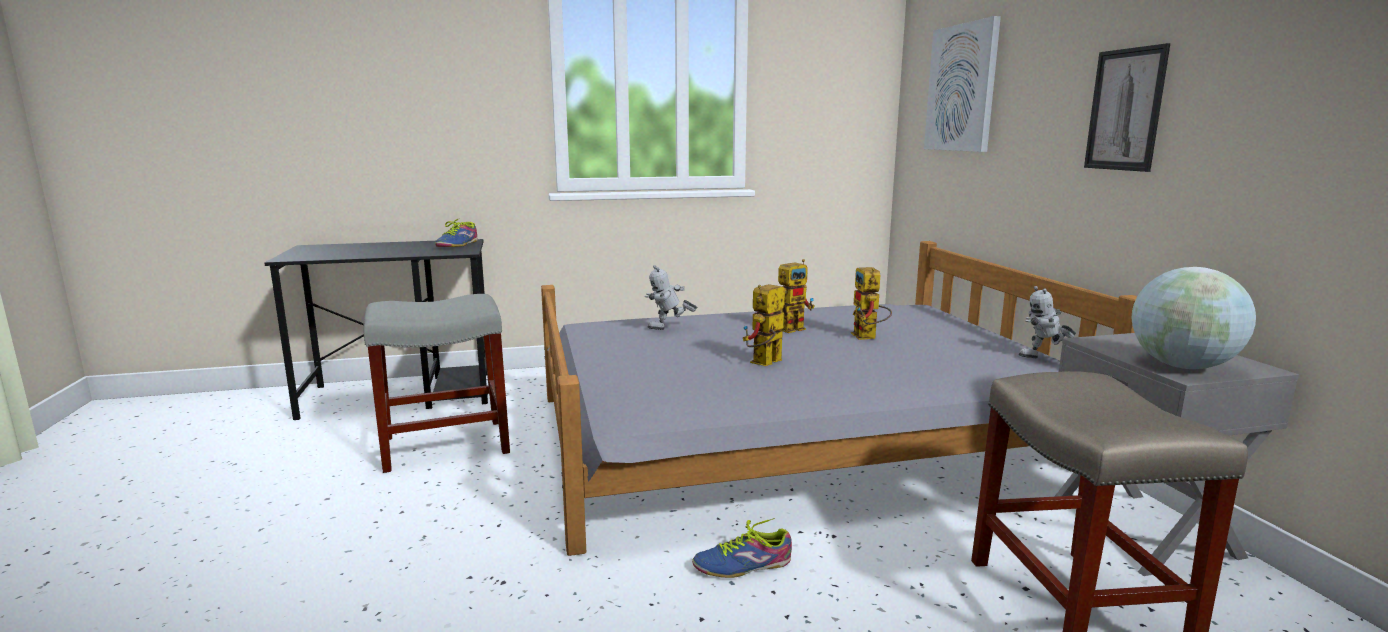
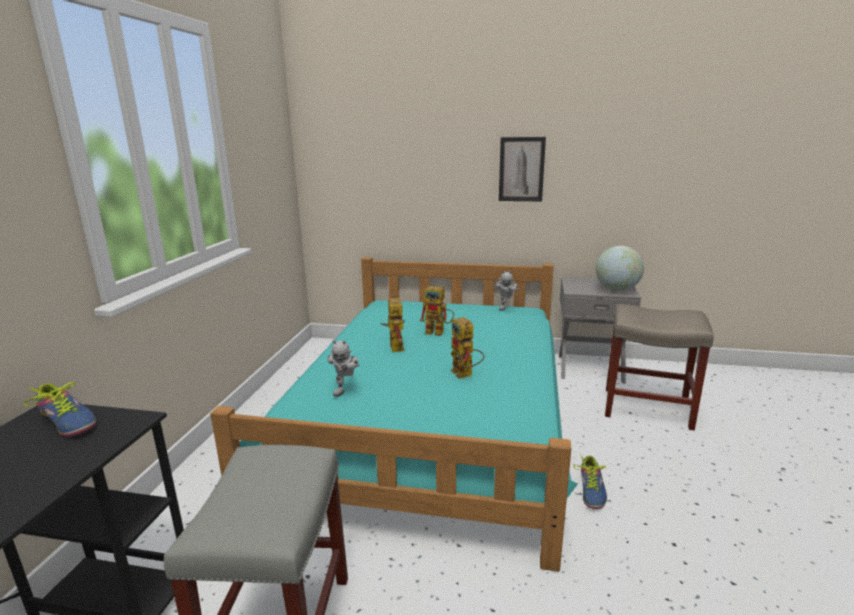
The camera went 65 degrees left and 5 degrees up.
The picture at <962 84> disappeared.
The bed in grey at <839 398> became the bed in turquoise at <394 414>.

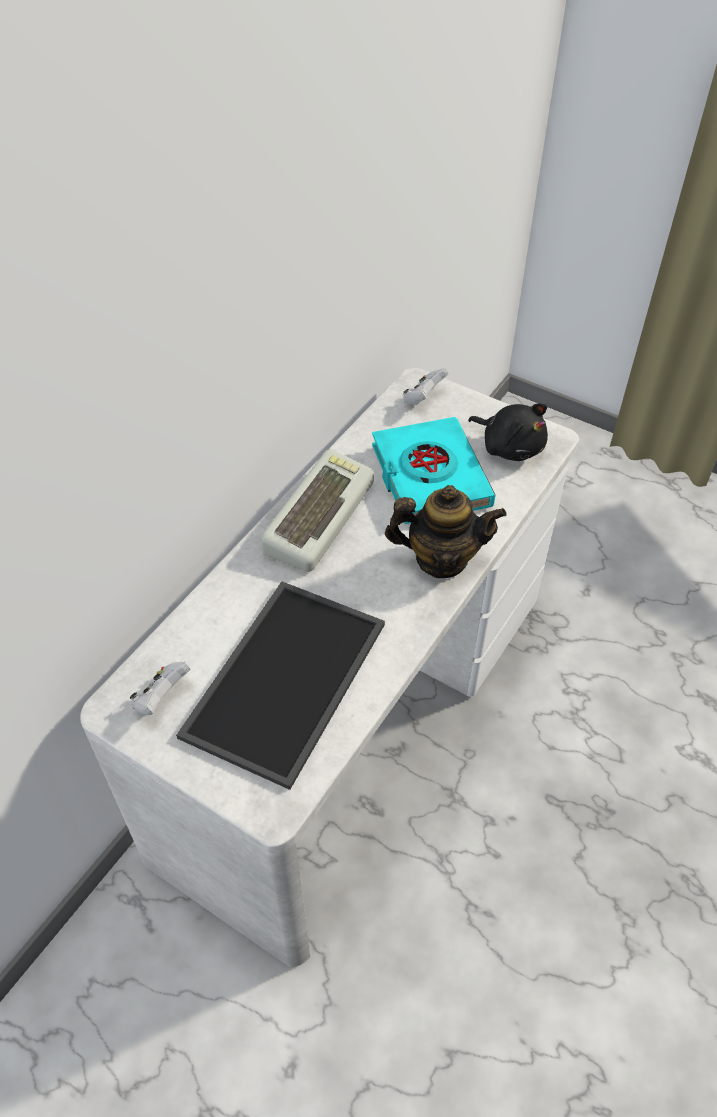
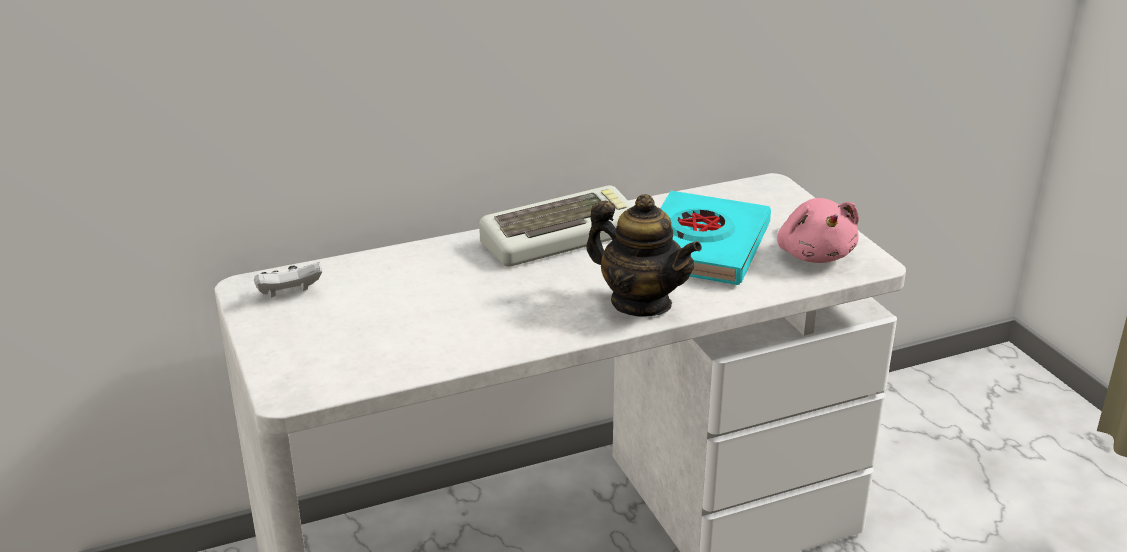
The camera went 35 degrees right and 20 degrees down.
The tray at <280 685> disappeared.
The game controller in white at <425 386> disappeared.
The plush toy in black at <508 432> became the plush toy in pink at <818 230>.

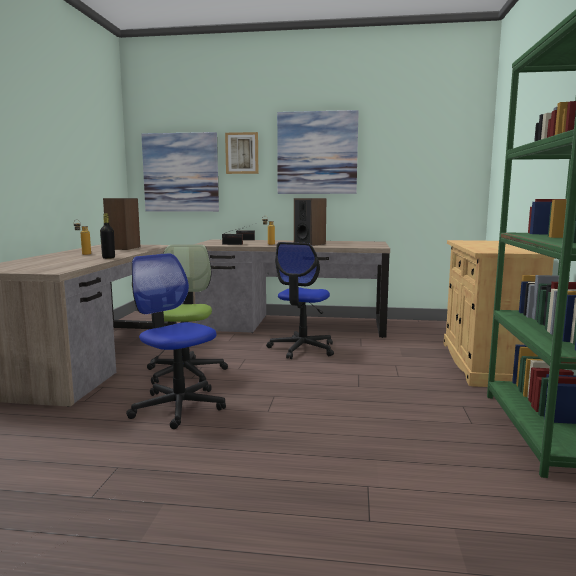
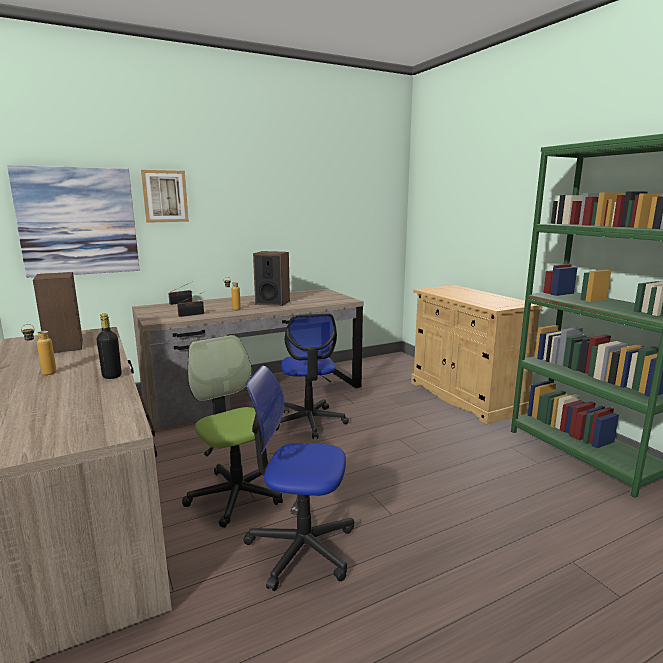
The camera went 35 degrees left and 5 degrees up.
The picture at <318 152> disappeared.

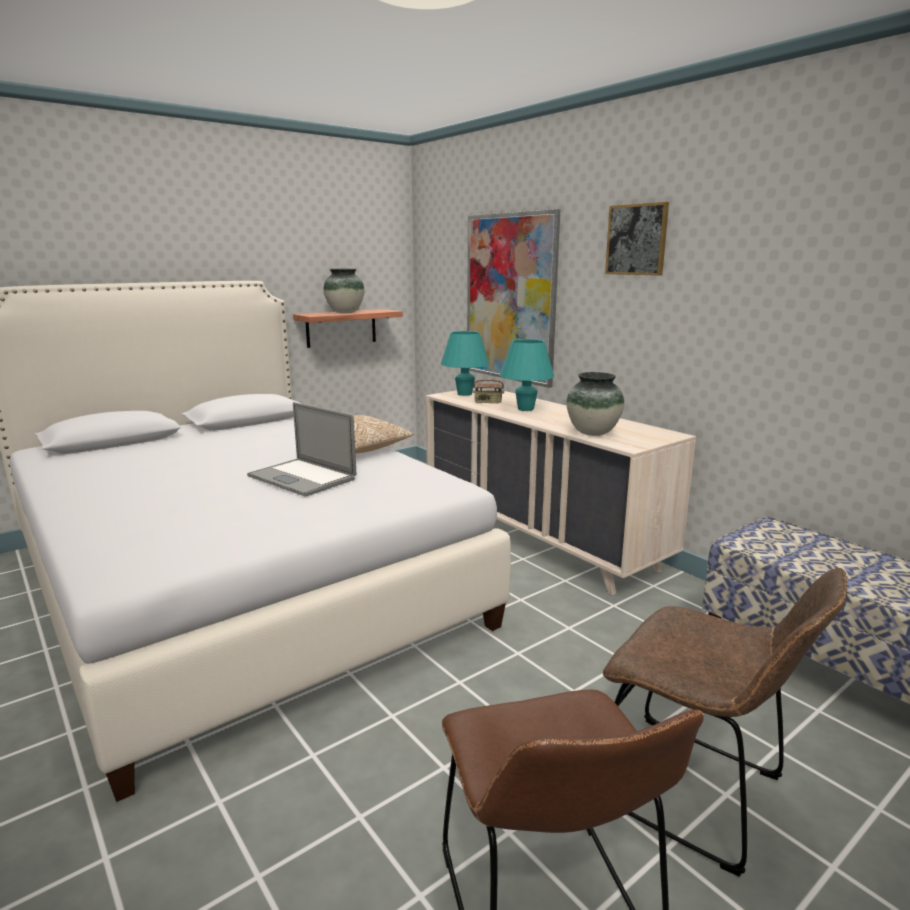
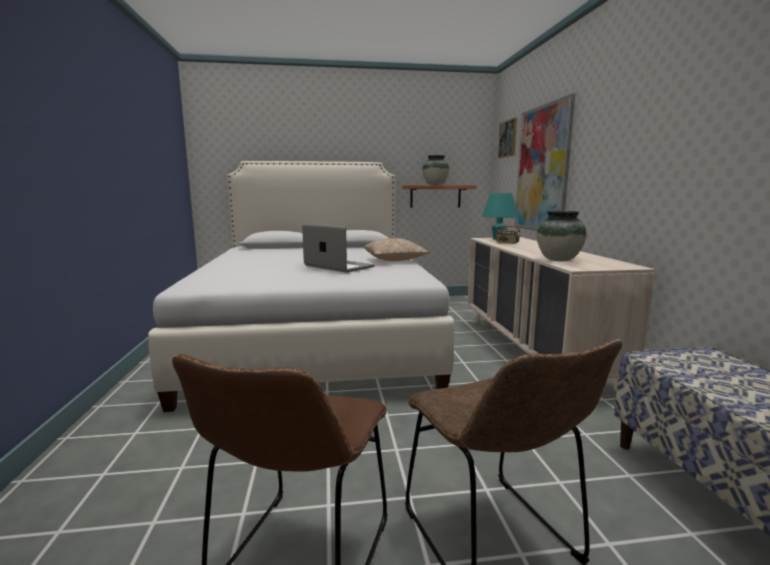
The camera went 30 degrees right and 5 degrees down.
The table lamp in turquoise at <527 375> disappeared.
The picture moved from <637 239> to <507 138>.
The laptop at <301 449> turned 150 degrees clockwise.

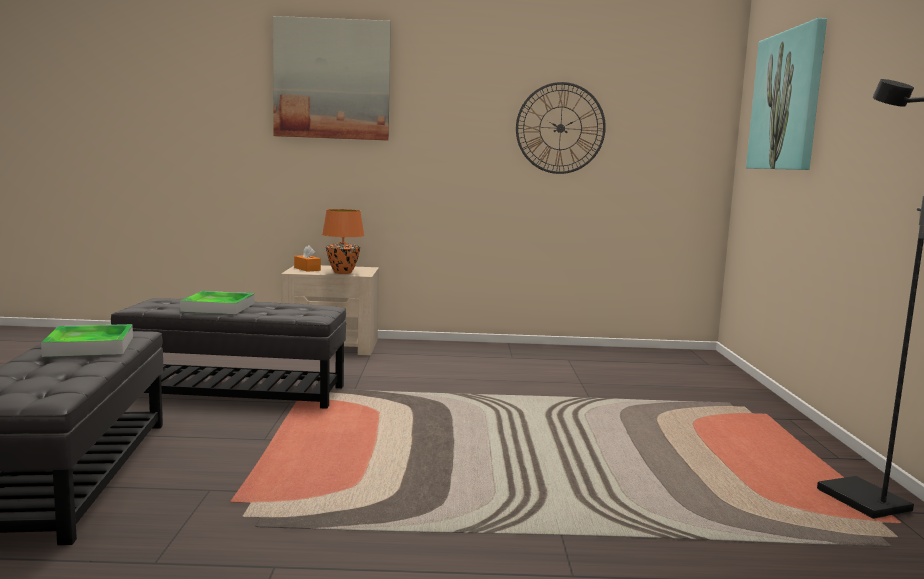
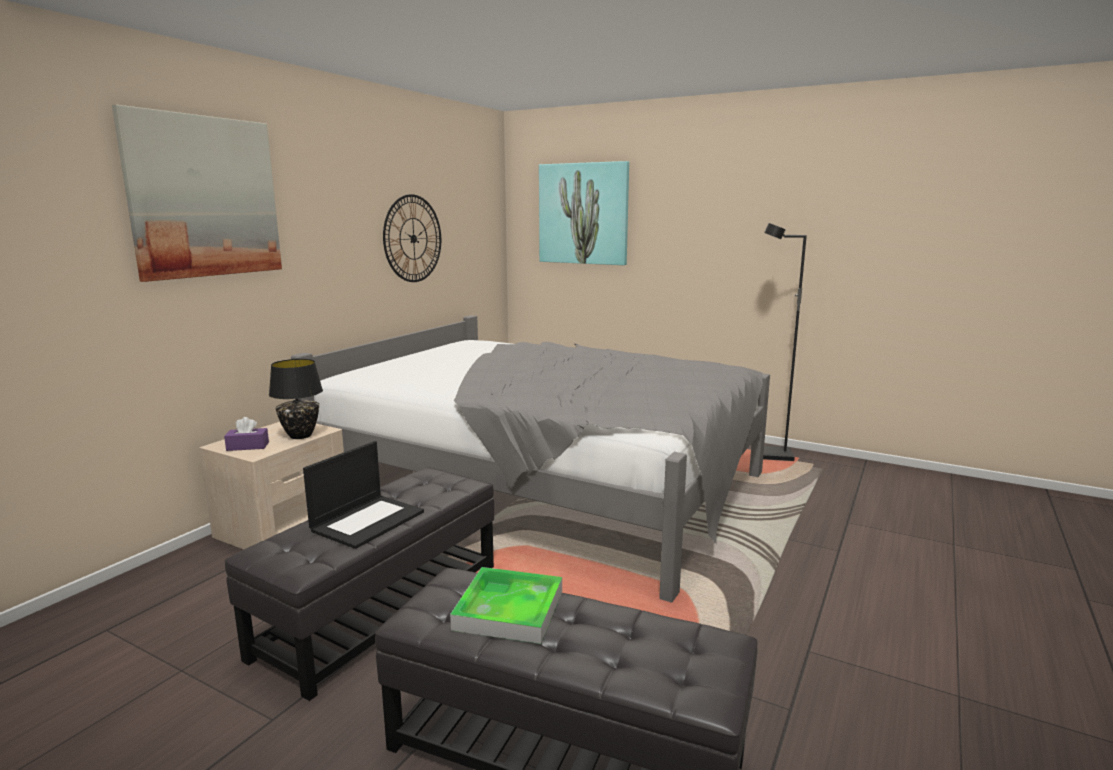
The camera went 60 degrees left and 5 degrees up.
The bed in grey at <530 459> appeared.
The tray at <217 302> was replaced by the laptop at <363 495>.
The tissue box in orange at <307 258> became the tissue box in purple at <246 434>.
The table lamp in orange at <343 241> became the table lamp in black at <296 399>.

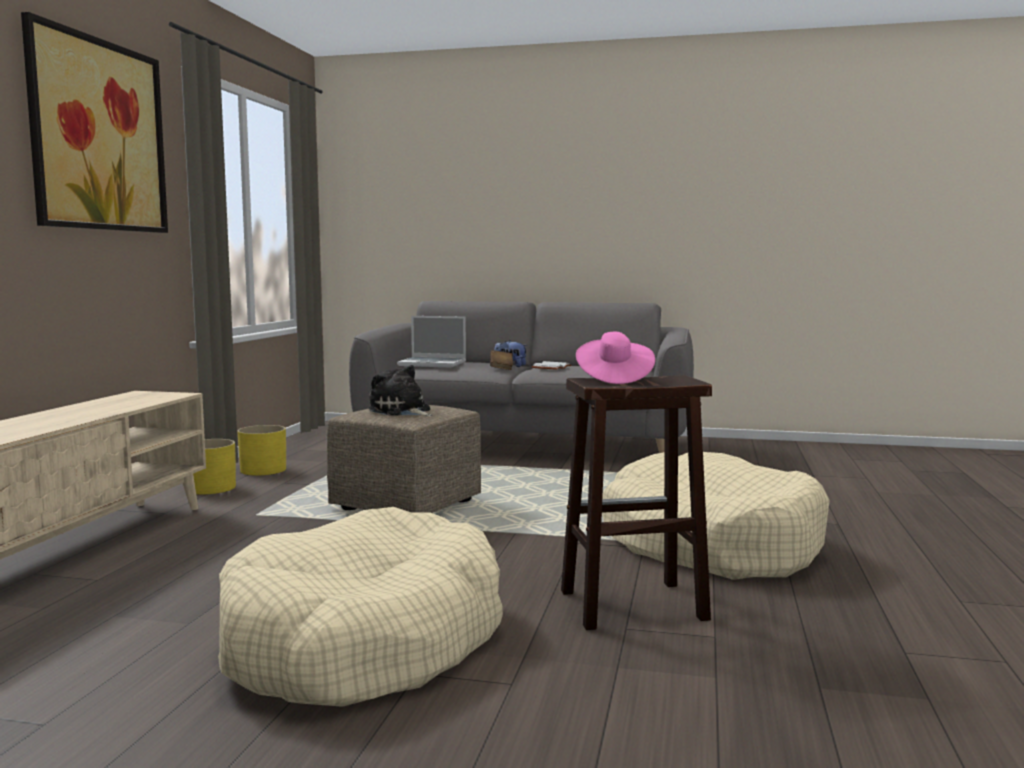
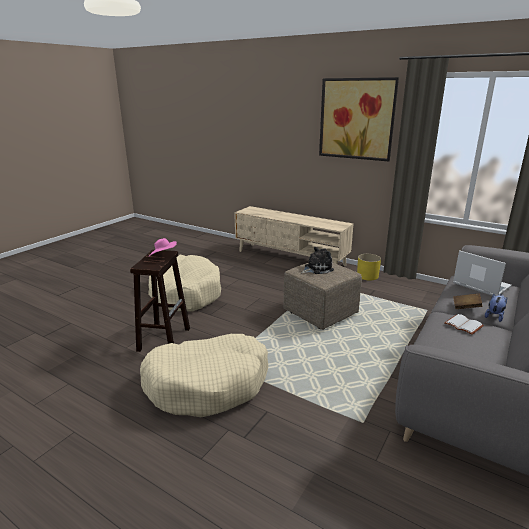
The camera went 110 degrees right and 15 degrees up.
The planter in yellow at <262 450> disappeared.
The laptop at <431 342> turned 105 degrees clockwise.

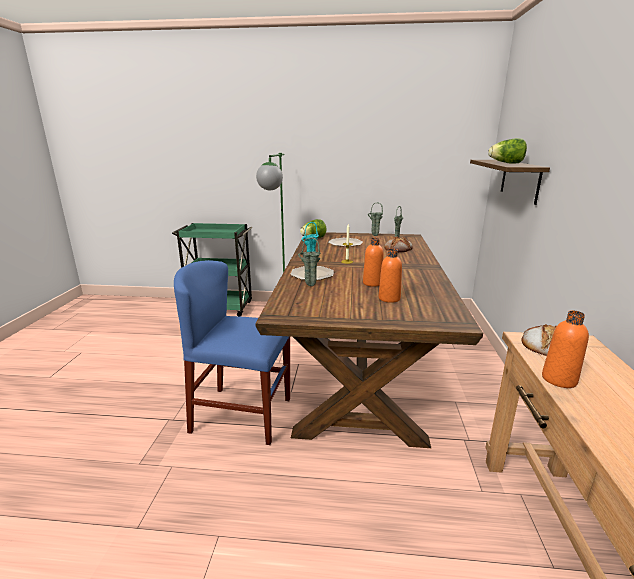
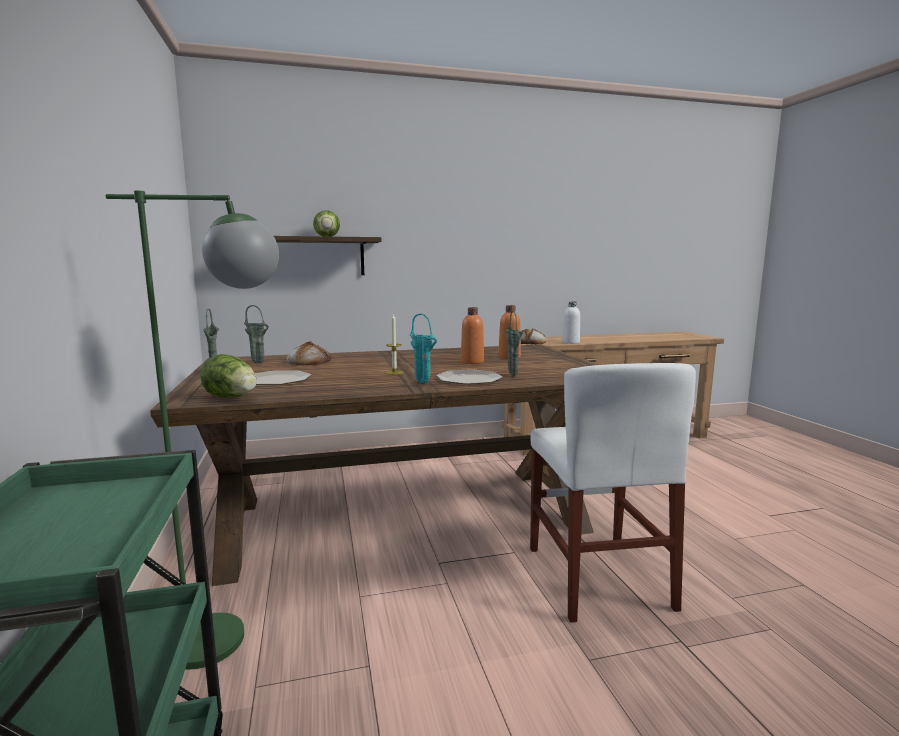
The camera went 110 degrees left and 10 degrees down.
The chair in blue at <232 352> became the chair in white at <613 493>.
The bottle in orange at <565 349> became the bottle in white at <571 322>.

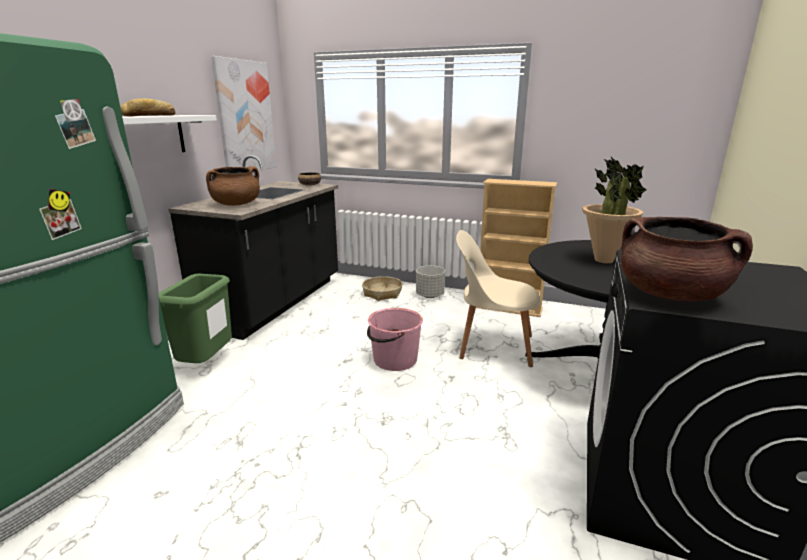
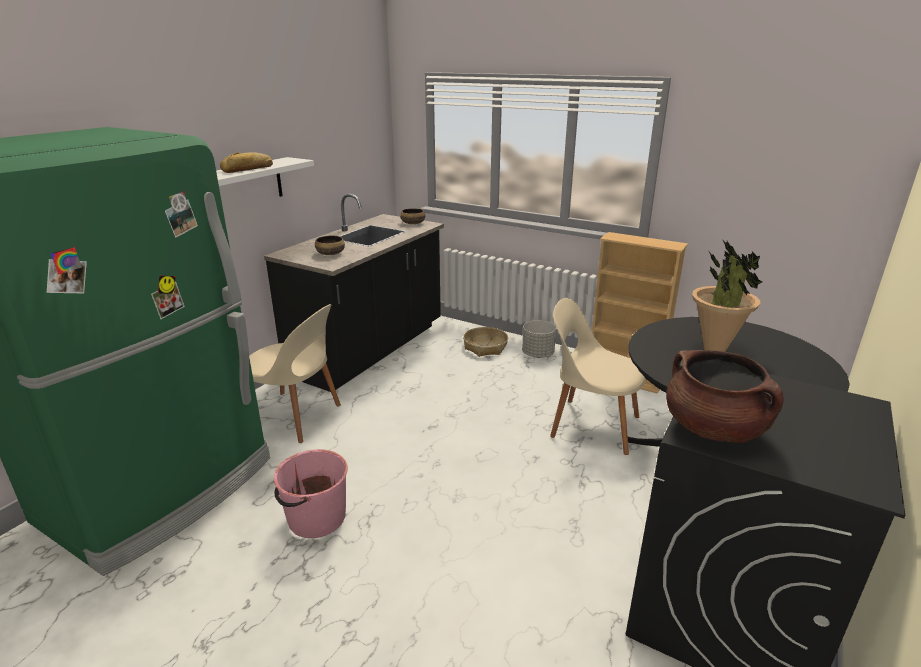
The camera went 10 degrees right and 5 degrees up.
The picture at <244 113> disappeared.
The bucket in pink moved from <395 339> to <311 493>.
The trash can in green at <195 318> was replaced by the chair in beige at <295 373>.
The cooking pot in brown at <233 186> was replaced by the bowl at <330 245>.

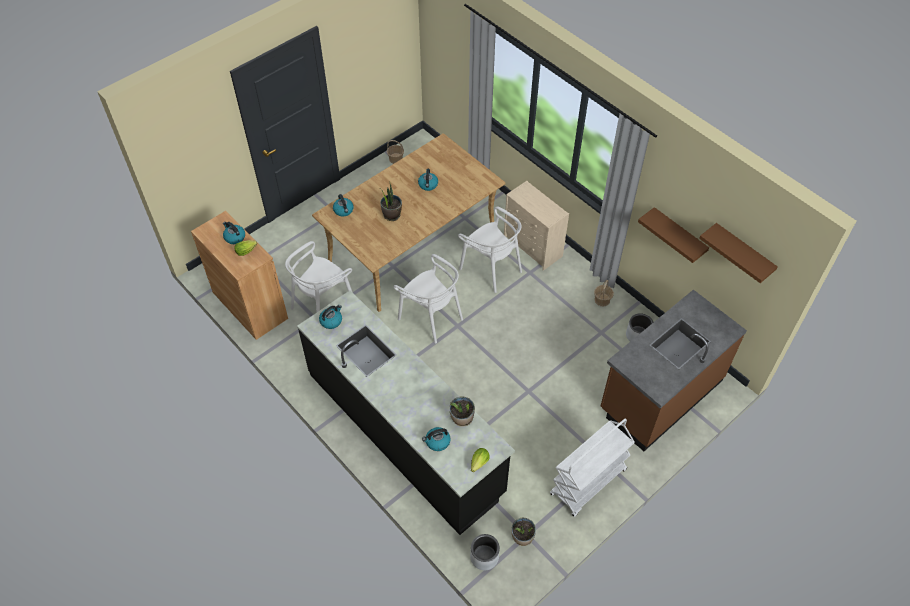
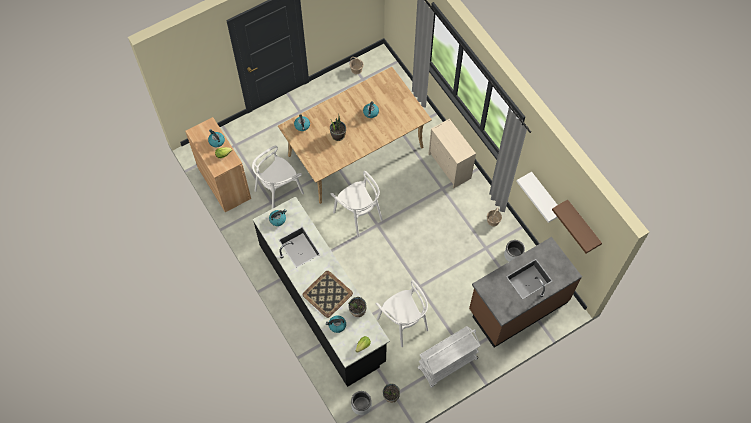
The camera went 10 degrees right and 10 degrees up.
The tray at <327 294> appeared.
The chair in white moved from <490 250> to <401 313>.
The shelf in brown at <673 235> became the shelf in white at <536 197>.

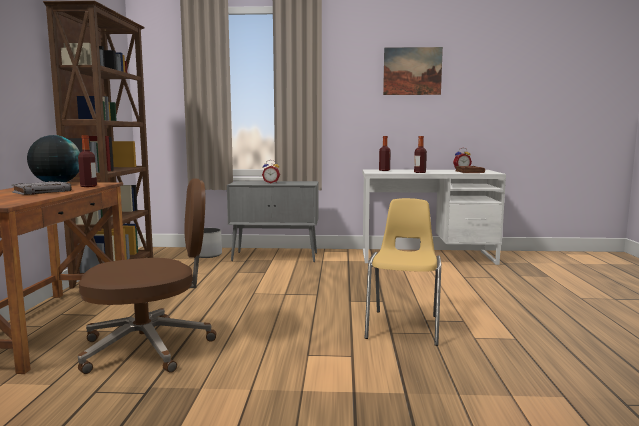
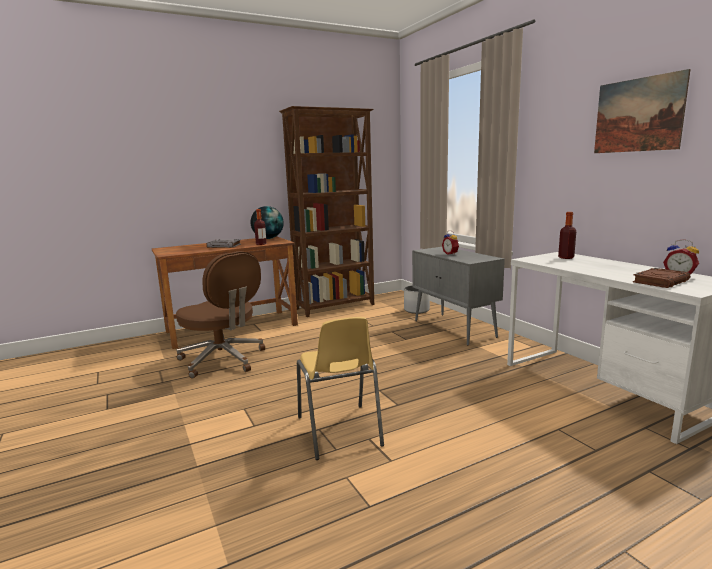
The camera went 60 degrees right and 5 degrees up.
The bottle at <420 154> disappeared.
The chair in yellow at <403 272> turned 90 degrees clockwise.

